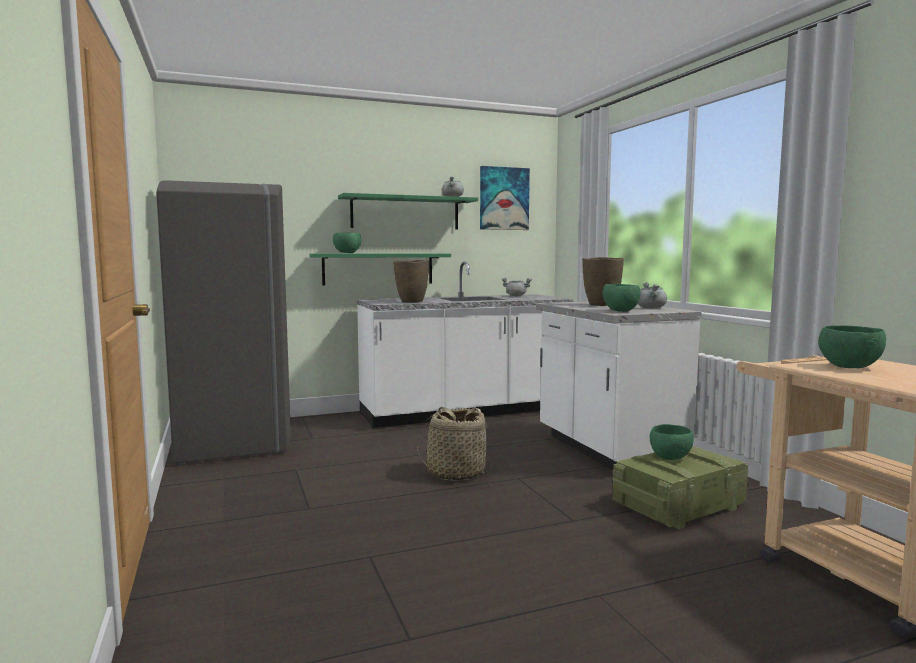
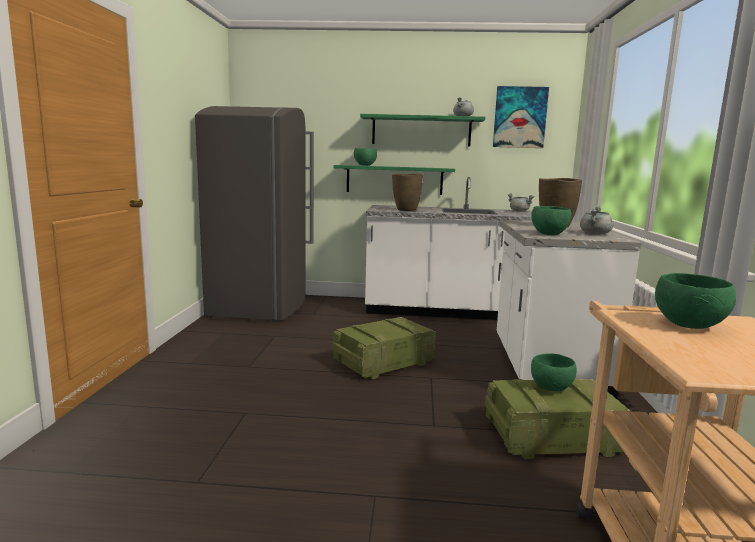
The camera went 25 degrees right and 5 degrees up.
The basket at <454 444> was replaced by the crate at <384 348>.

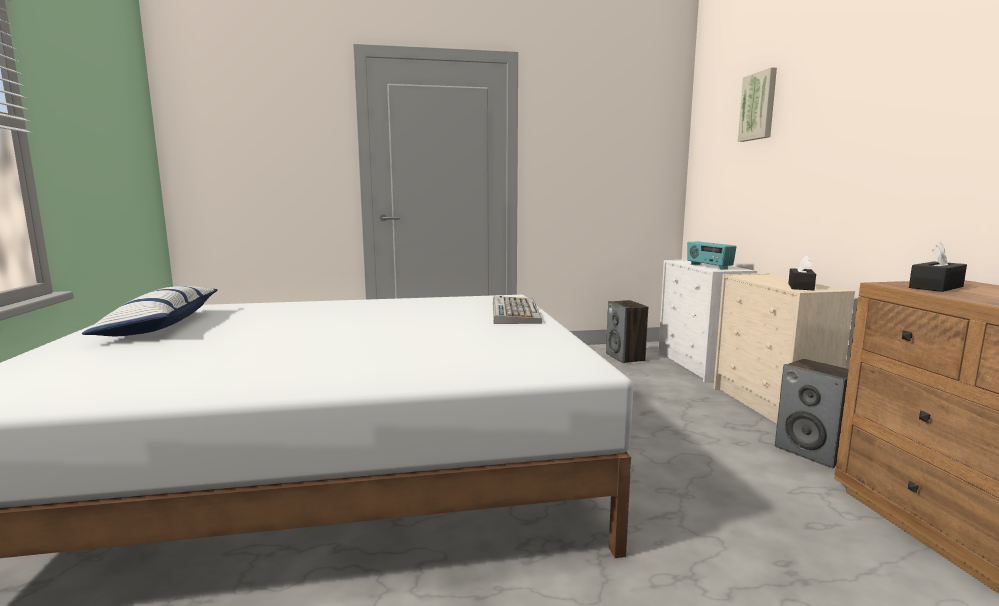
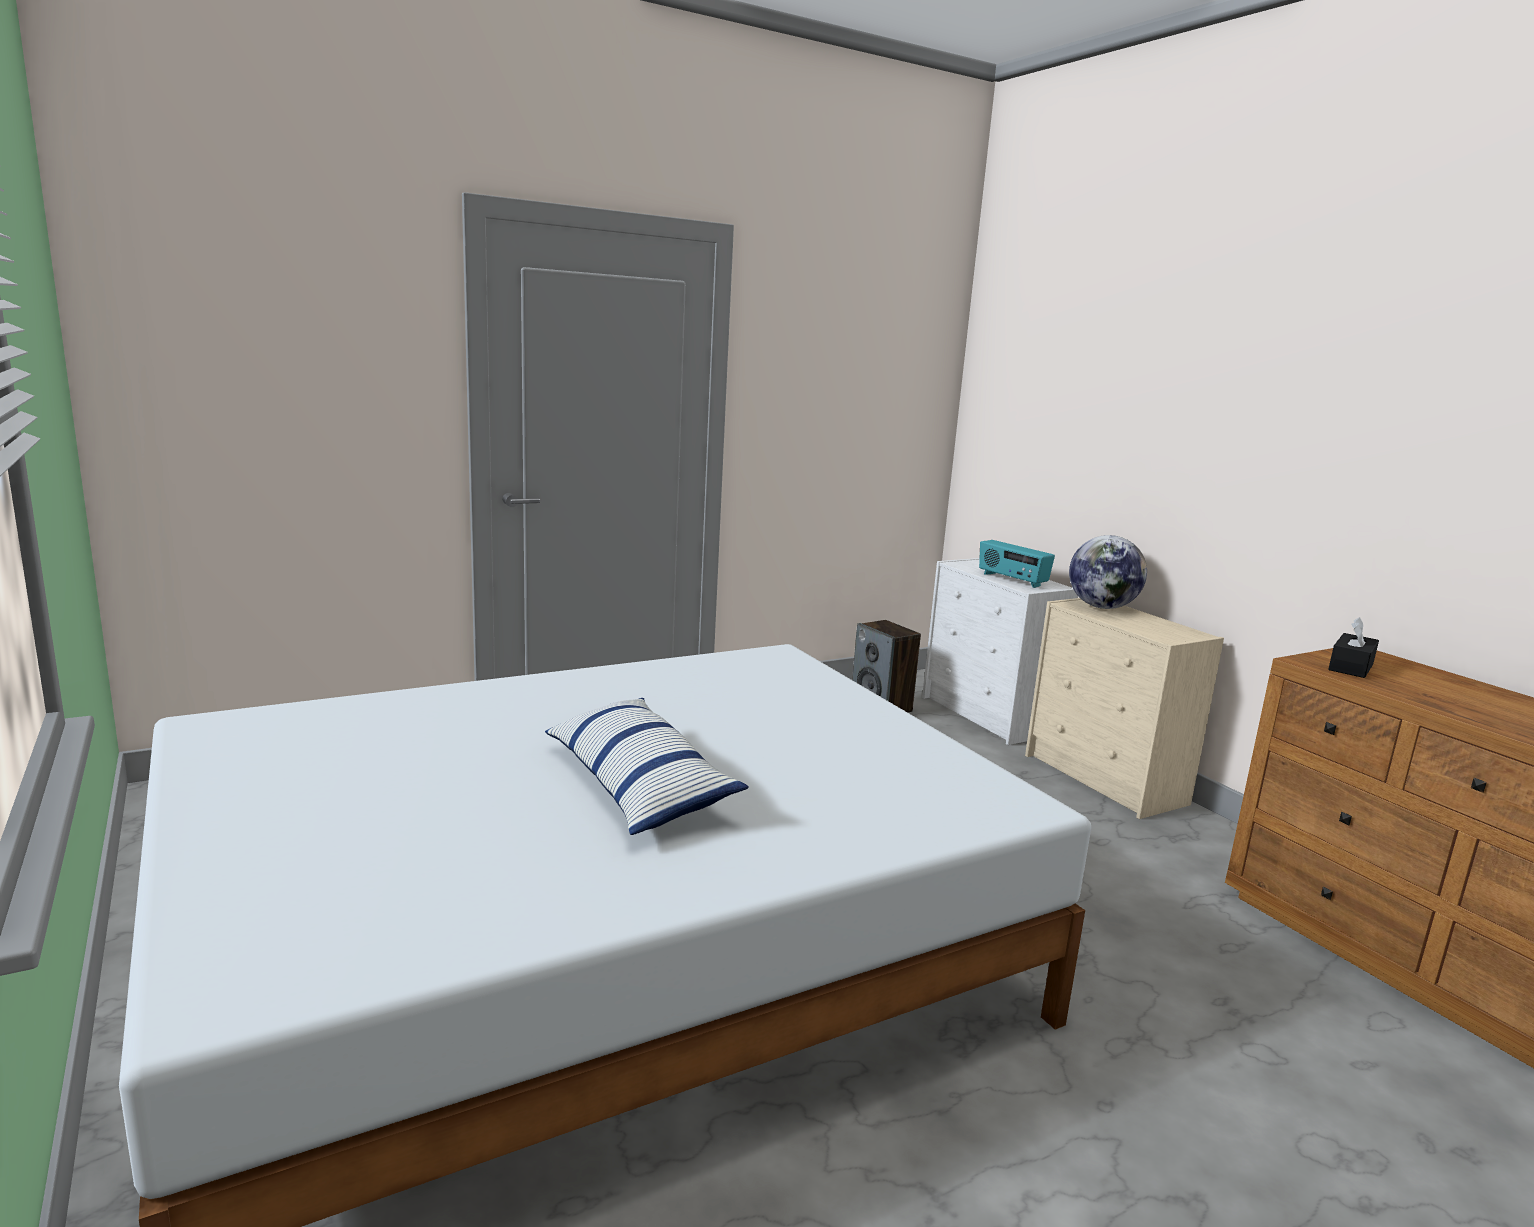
The camera went 20 degrees left and 5 degrees up.
The keyboard at <517 310> disappeared.
The picture at <757 104> disappeared.
The speaker at <812 413> disappeared.
The tissue box in black at <802 273> disappeared.
The globe at <1108 572> appeared.
The pillow moved from <149 311> to <647 766>.

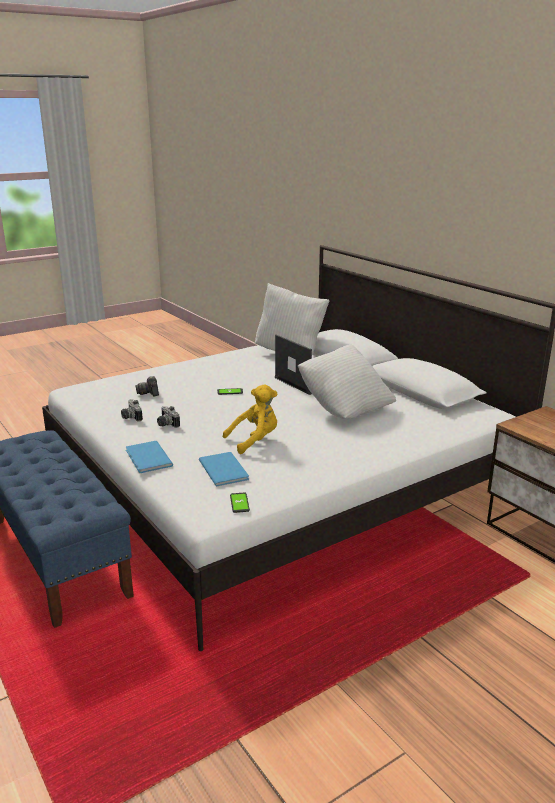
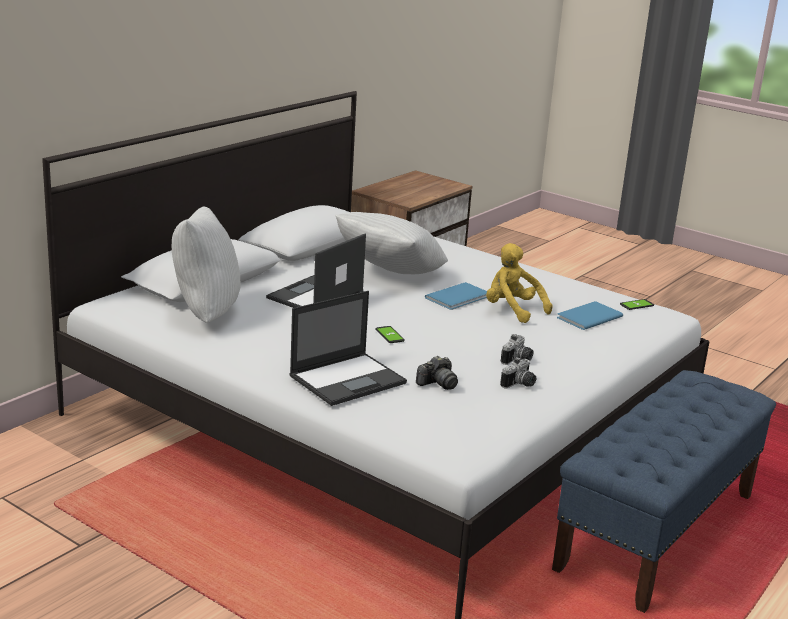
The camera went 110 degrees left and 0 degrees up.
The laptop at <348 348> appeared.
The book in blue moved from <149 457> to <456 296>.

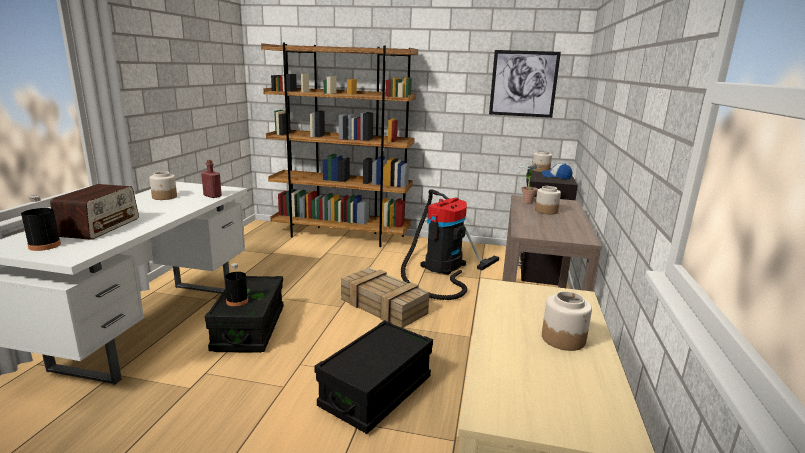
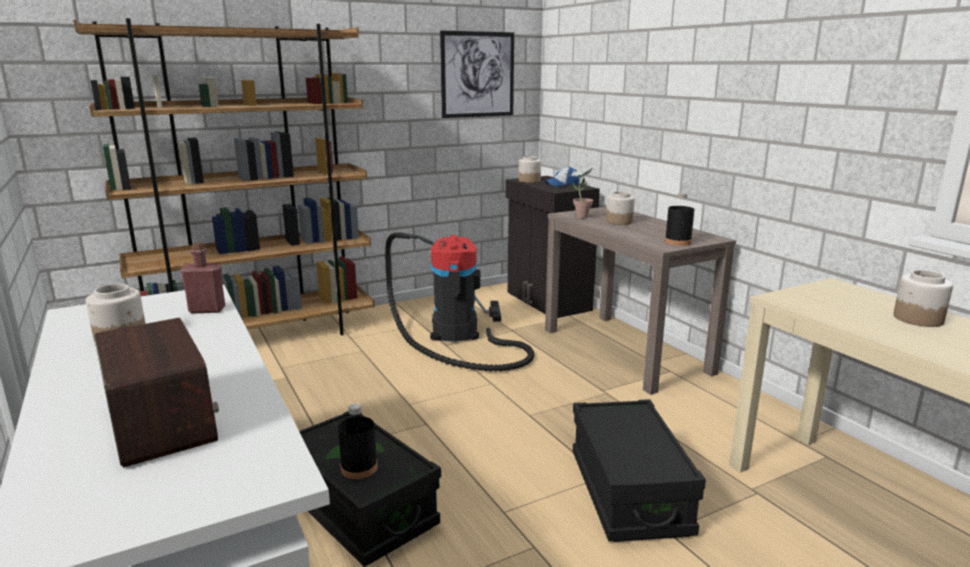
The camera went 40 degrees left and 0 degrees up.
The crate at <385 298> disappeared.
The bottle in black moved from <41 223> to <680 219>.

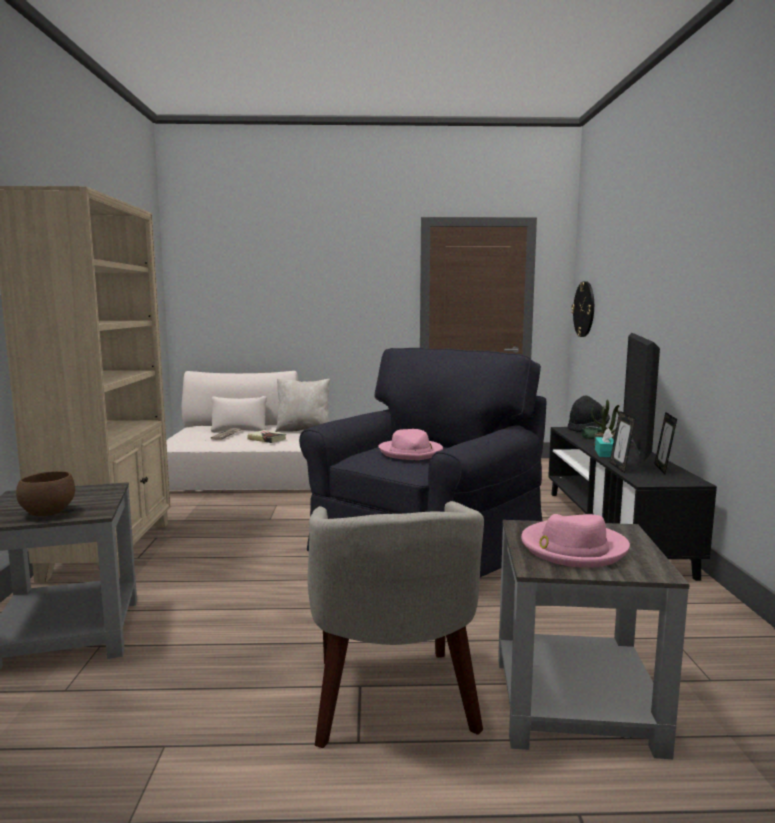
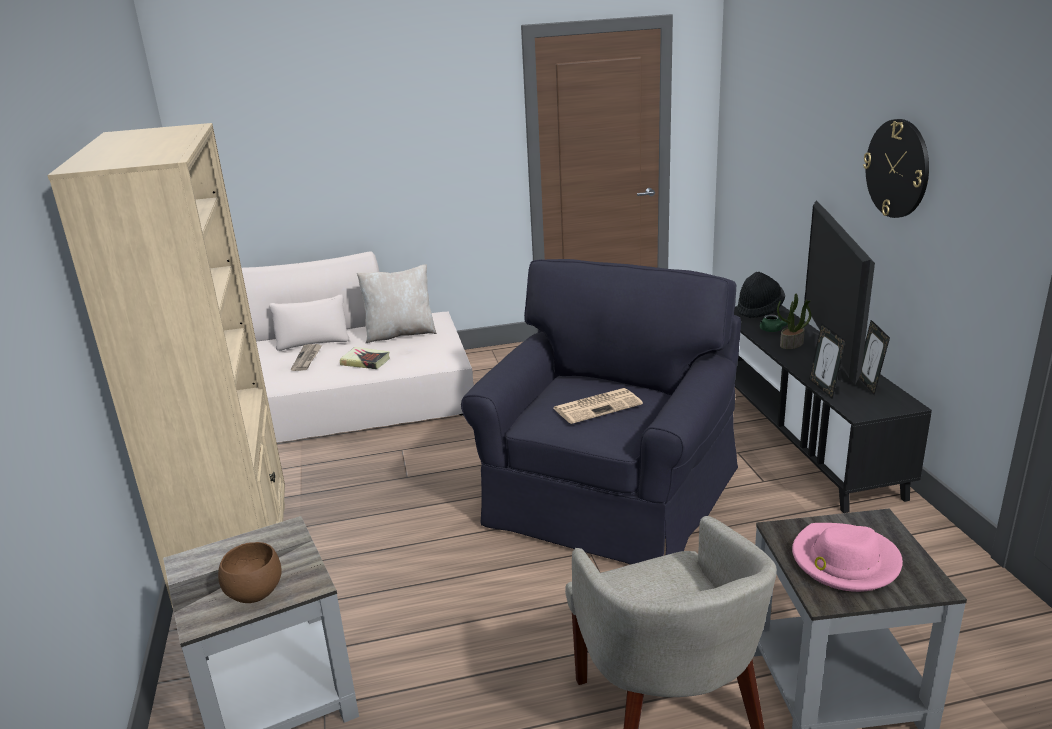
The camera went 10 degrees left and 15 degrees up.
The tissue box in turquoise at <604 442> disappeared.
The wall clock moved from <582 309> to <896 168>.
The hat in pink at <410 444> was replaced by the newspaper at <598 406>.

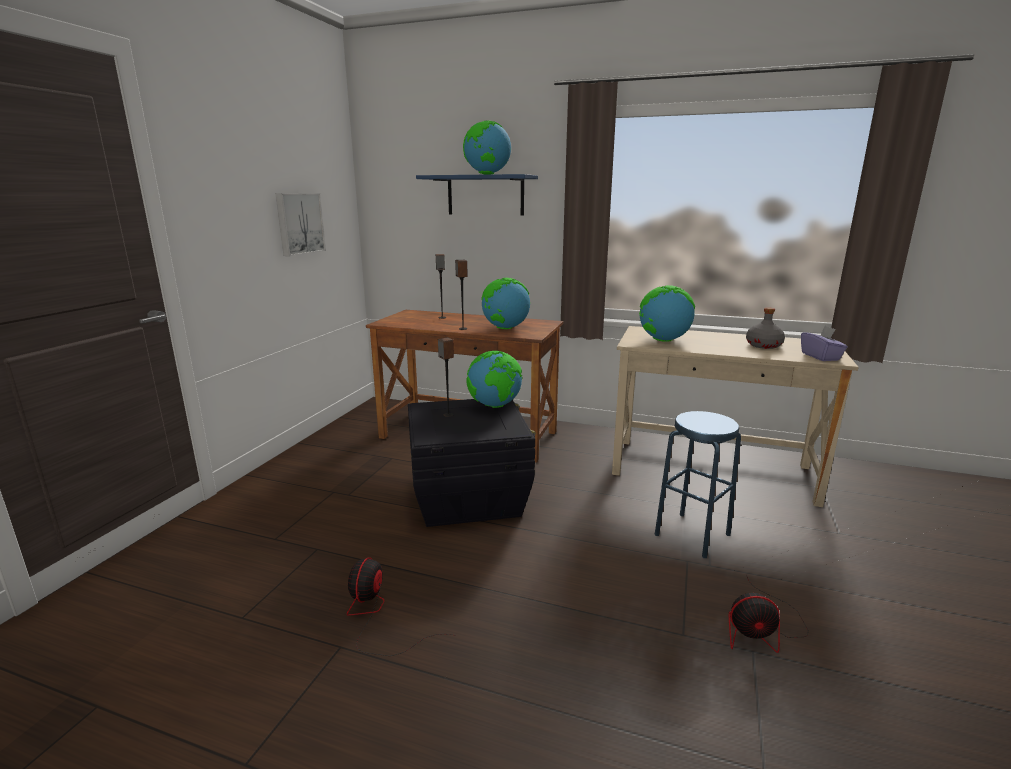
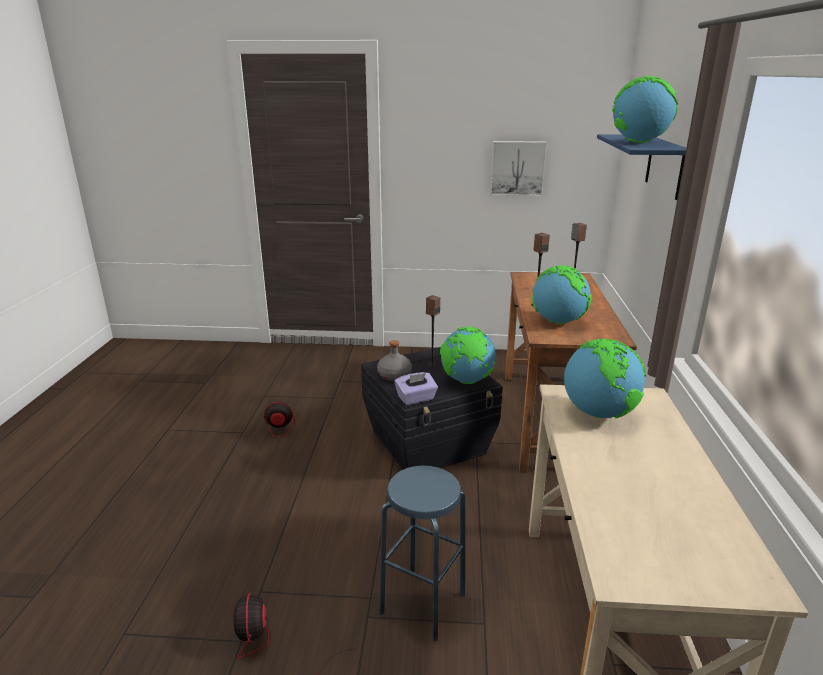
The camera went 75 degrees right and 5 degrees up.
The bottle in grey moved from <765 328> to <394 360>.
The tissue box in purple moved from <824 343> to <416 388>.

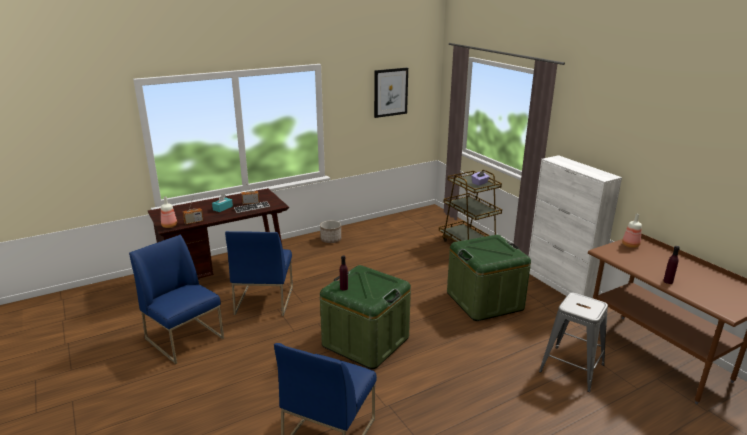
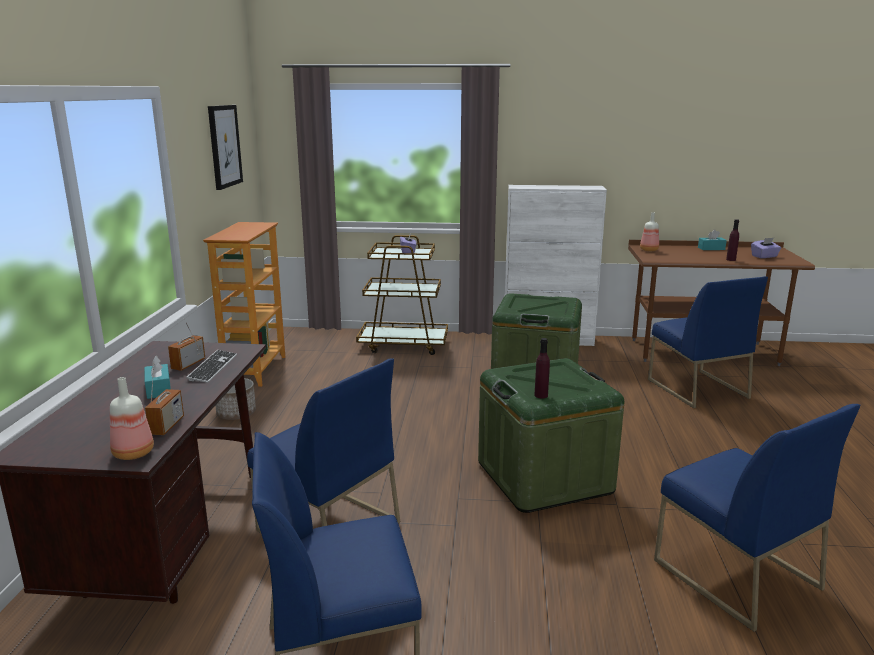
The camera went 55 degrees left and 5 degrees down.
The bookcase at <244 304> appeared.
The tissue box in turquoise at <712 239> appeared.
The tissue box in purple at <766 248> appeared.
The stool in grey at <573 342> was replaced by the chair in blue at <708 342>.

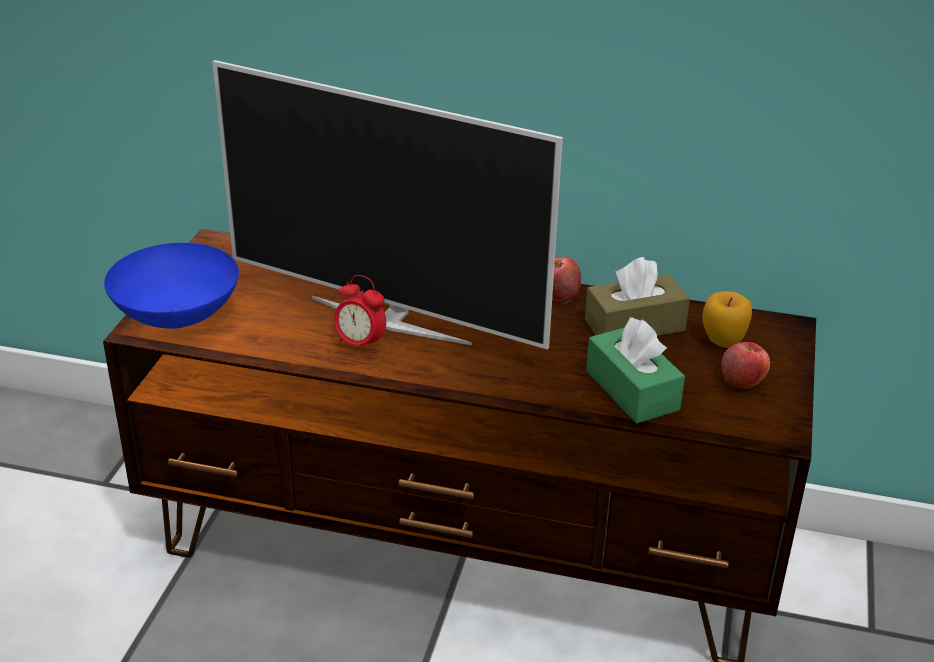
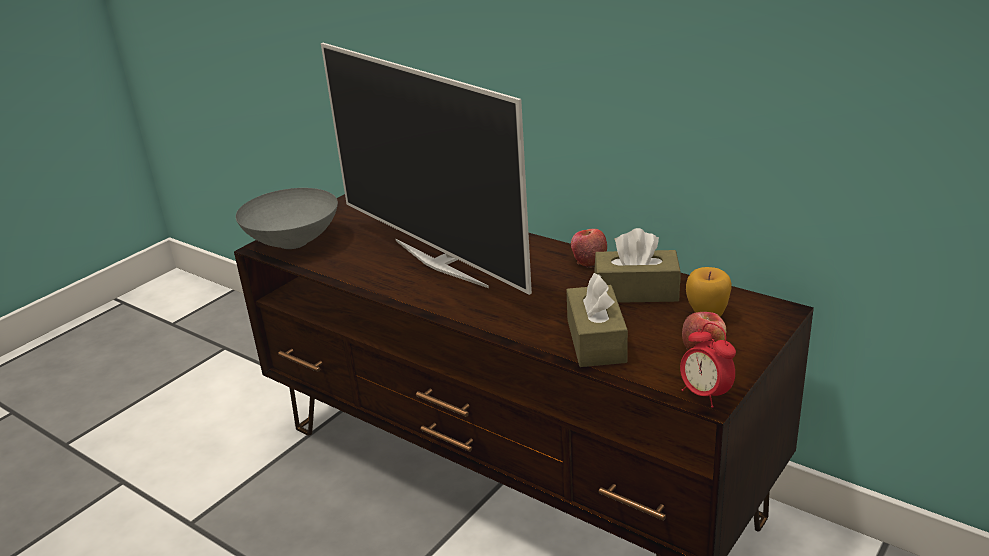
The camera went 25 degrees right and 5 degrees down.
The alarm clock moved from <360 315> to <708 365>.
The bowl in blue at <171 285> became the bowl in grey at <287 218>.
The tissue box in green at <635 370> became the tissue box in brown at <597 320>.

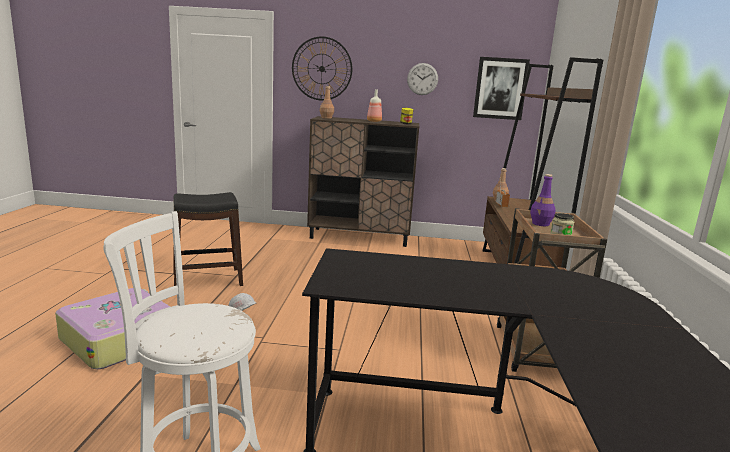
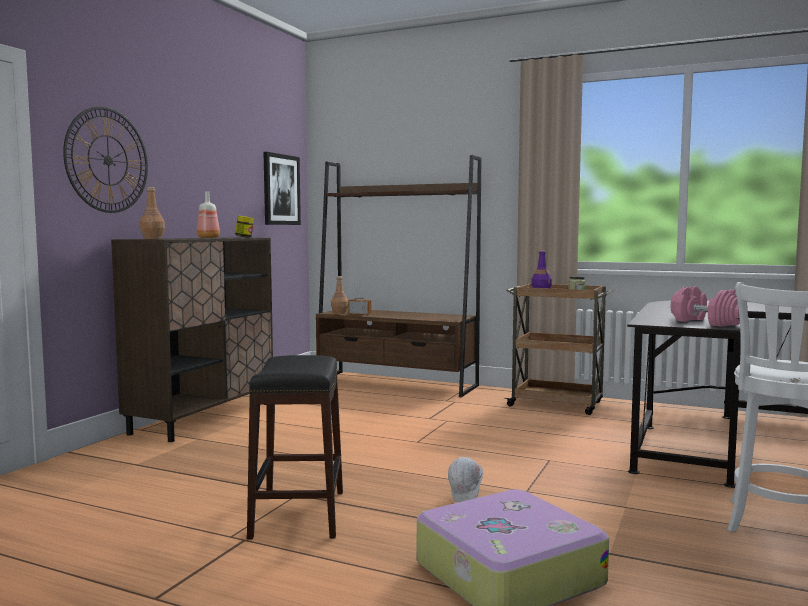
The camera went 70 degrees left and 10 degrees down.
The wall clock at <422 79> disappeared.
The dumbbell in pink at <709 306> appeared.

